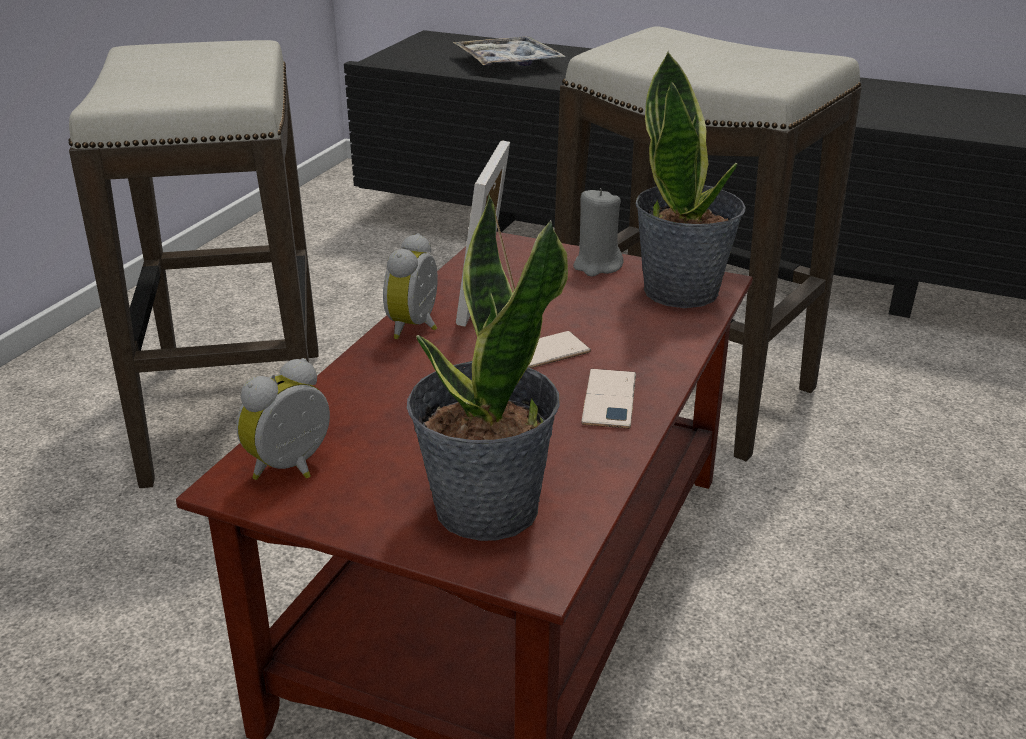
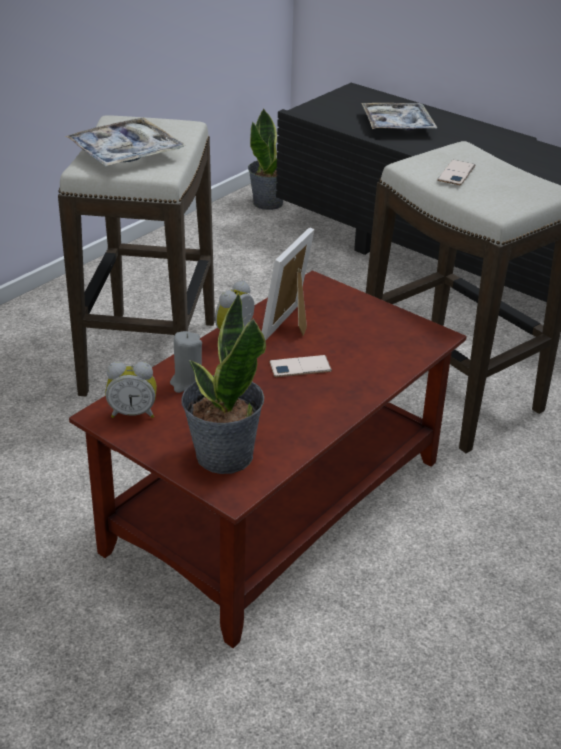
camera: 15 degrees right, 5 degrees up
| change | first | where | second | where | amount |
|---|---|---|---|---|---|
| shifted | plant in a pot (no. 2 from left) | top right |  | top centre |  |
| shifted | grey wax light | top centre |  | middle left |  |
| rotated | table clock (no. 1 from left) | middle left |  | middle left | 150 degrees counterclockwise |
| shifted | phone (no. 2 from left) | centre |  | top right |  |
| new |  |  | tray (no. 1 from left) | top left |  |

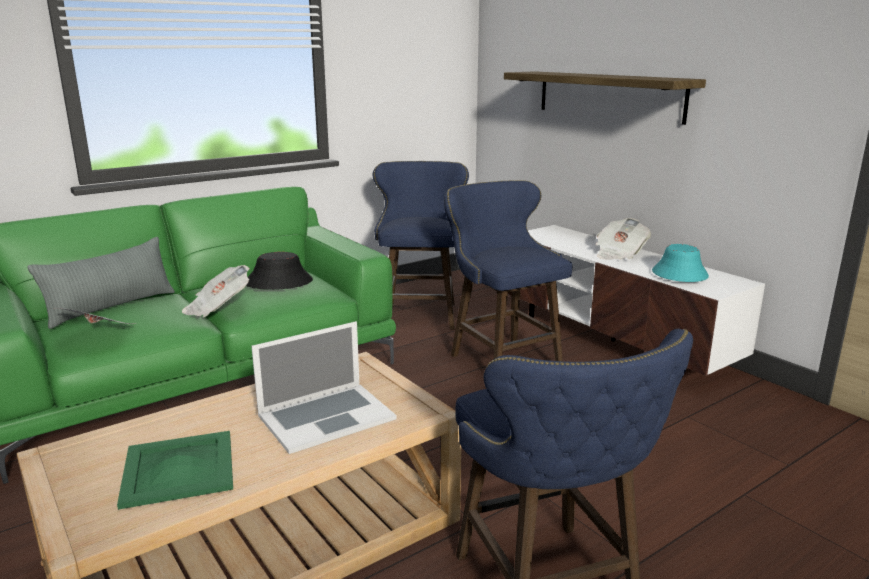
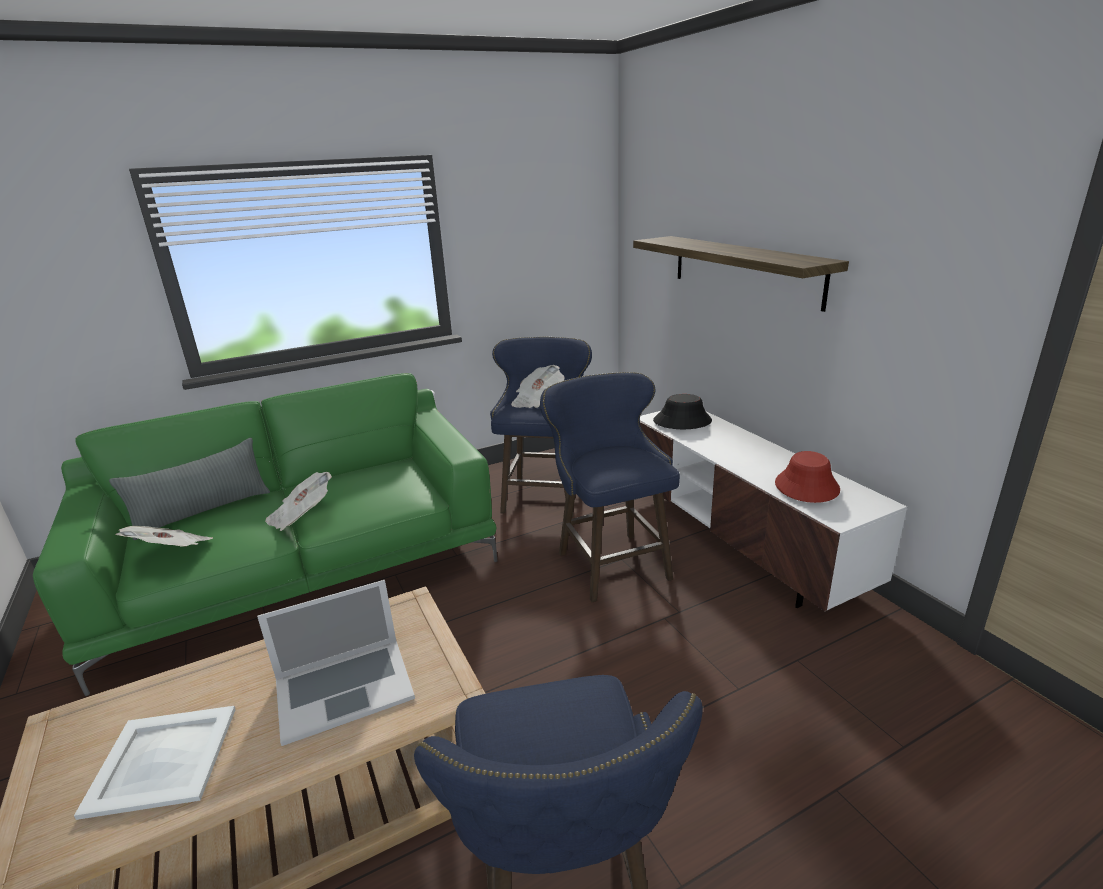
camera: 10 degrees right, 5 degrees up
| change | first | where | second | where | amount |
|---|---|---|---|---|---|
| shifted | printed paper (no. 3 from left) | middle right |  | centre |  |
| repainted | turquoise wearable hat | middle right | reddish wearable hat | middle right |  |
| shifted | blackish wearable hat | middle left |  | centre |  |
| repainted | greenish tray | bottom left | white tray | bottom left |  |

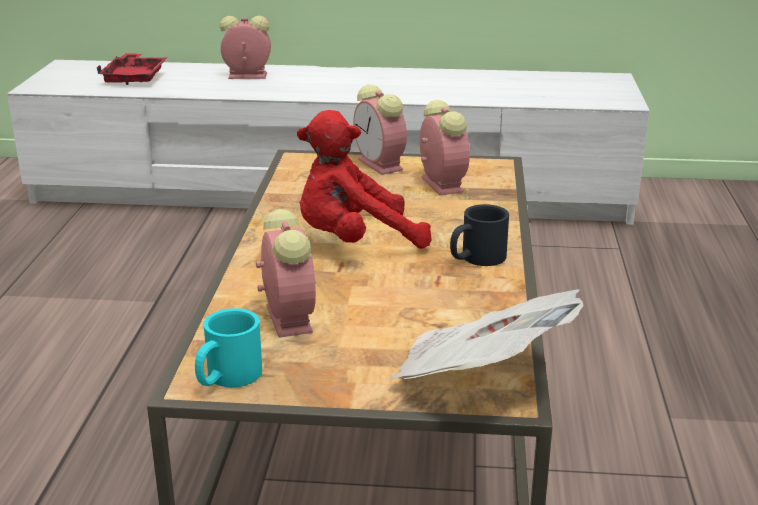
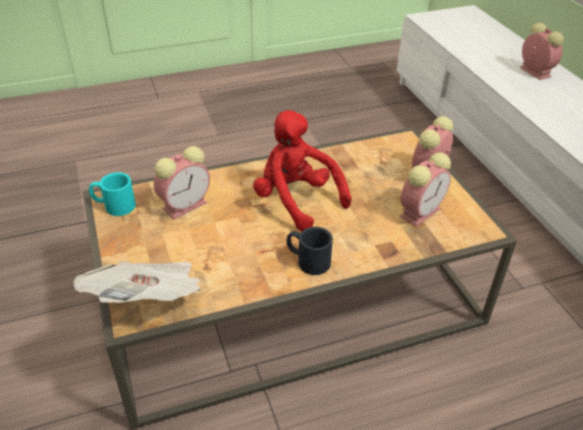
camera: 65 degrees right, 15 degrees up
| change | first | where | second | where | amount |
|---|---|---|---|---|---|
| gone | reddish tray | top left |  |  |  |

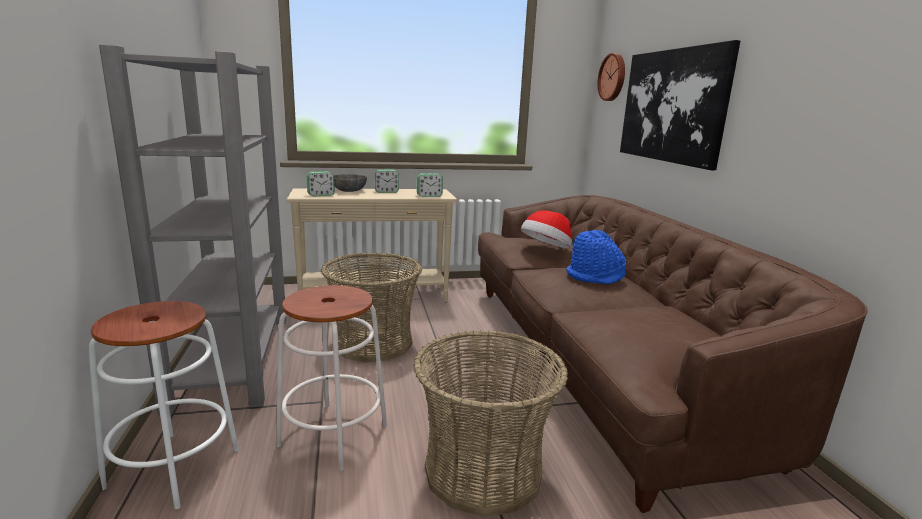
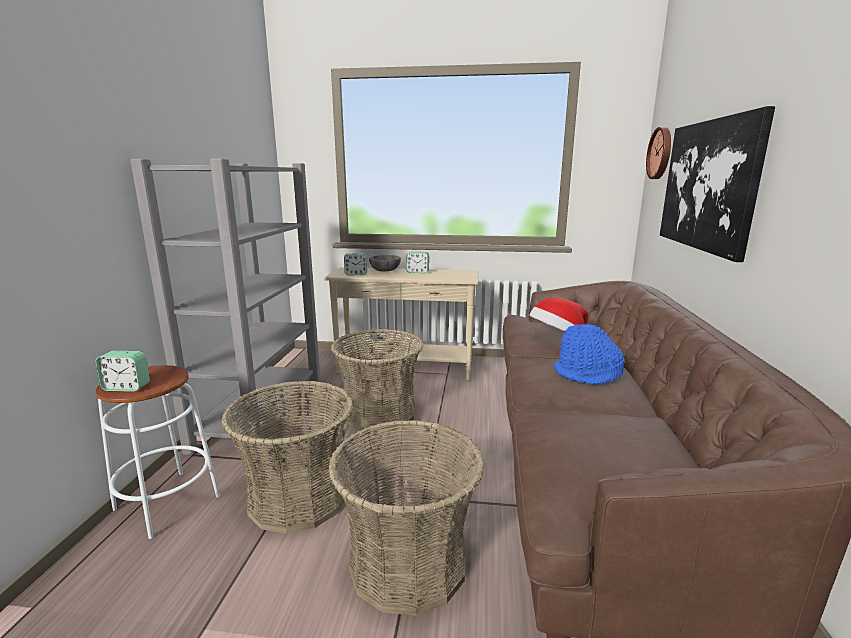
camera: 20 degrees right, 0 degrees up
| change | first | where | second | where | amount |
|---|---|---|---|---|---|
| shifted | table clock (no. 3 from left in the first image) | centre | table clock (no. 1 from left) | middle left |  |
| swapped | white sitting stool (no. 2 from left) | bottom centre | storage basket (no. 1 from left) | bottom centre |  |

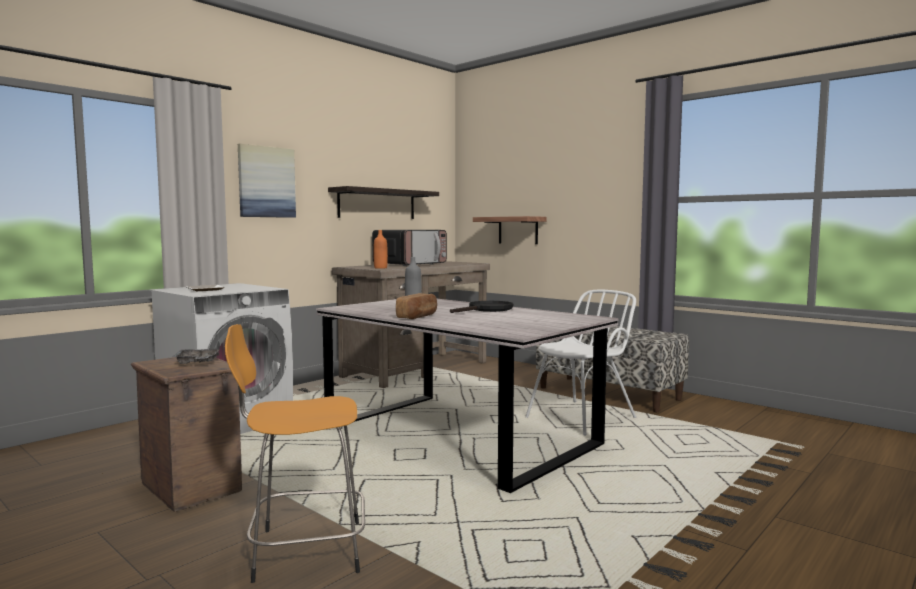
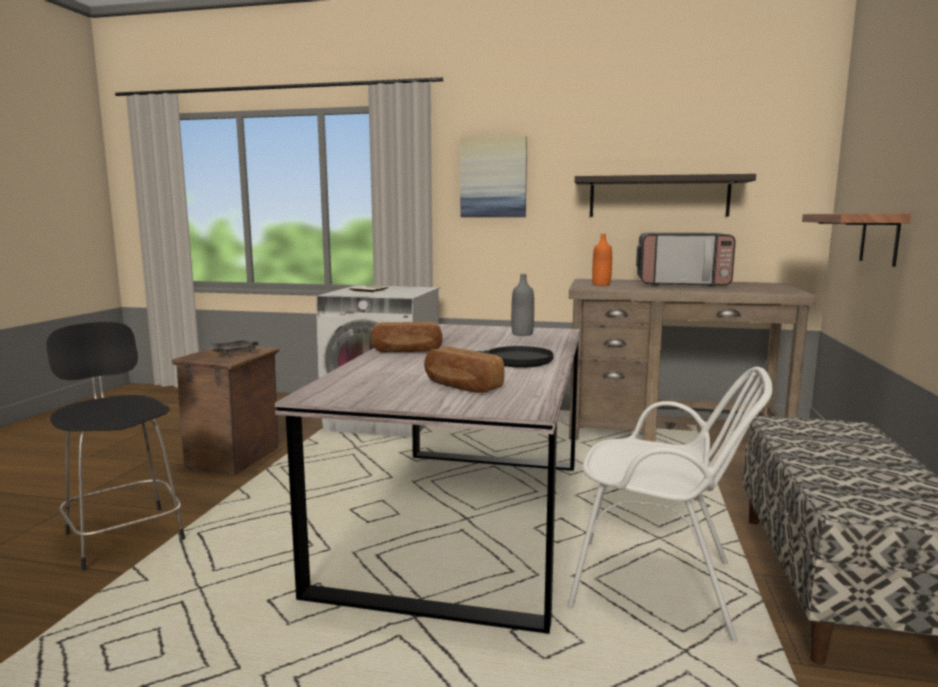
camera: 60 degrees right, 5 degrees up
| change | first | where | second | where | amount |
|---|---|---|---|---|---|
| repainted | orange sitting stool | bottom left | blackish sitting stool | middle left |  |
| new |  |  | baked bread (no. 2 from left) | centre |  |

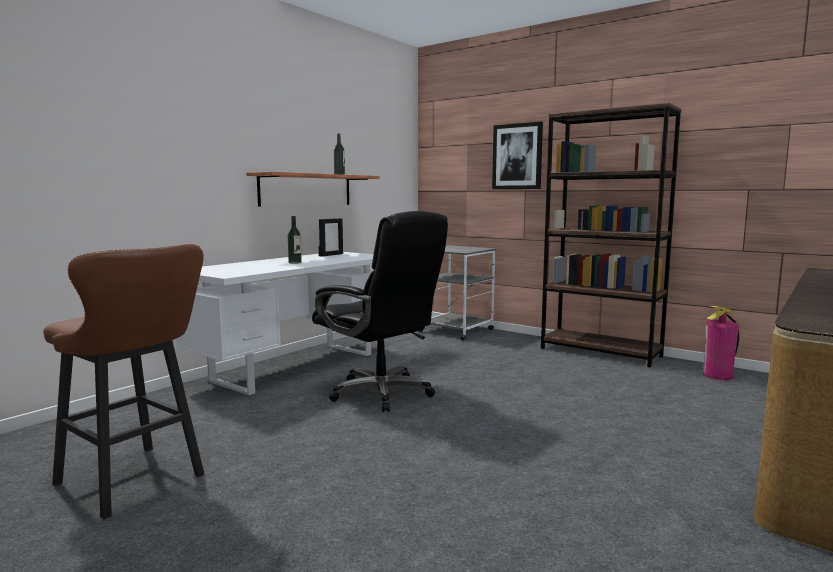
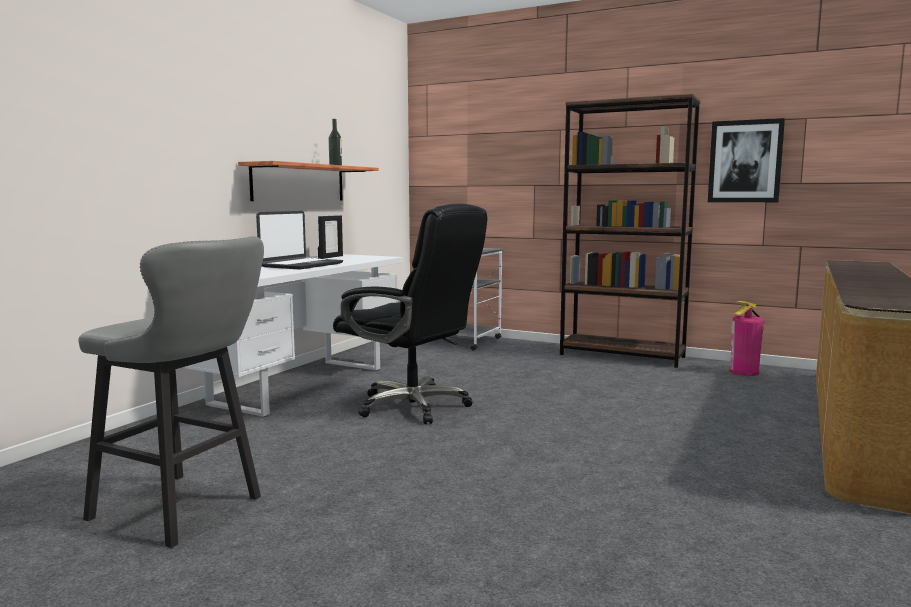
camera: 10 degrees left, 0 degrees up
| change | first | where | second | where | amount |
|---|---|---|---|---|---|
| shifted | wall art | top centre |  | top right |  |
| swapped | beverage bottle (no. 1 from left) | centre | portable computer | middle left |  |
| repainted | brownish sitting stool | middle left | grey sitting stool | middle left |  |

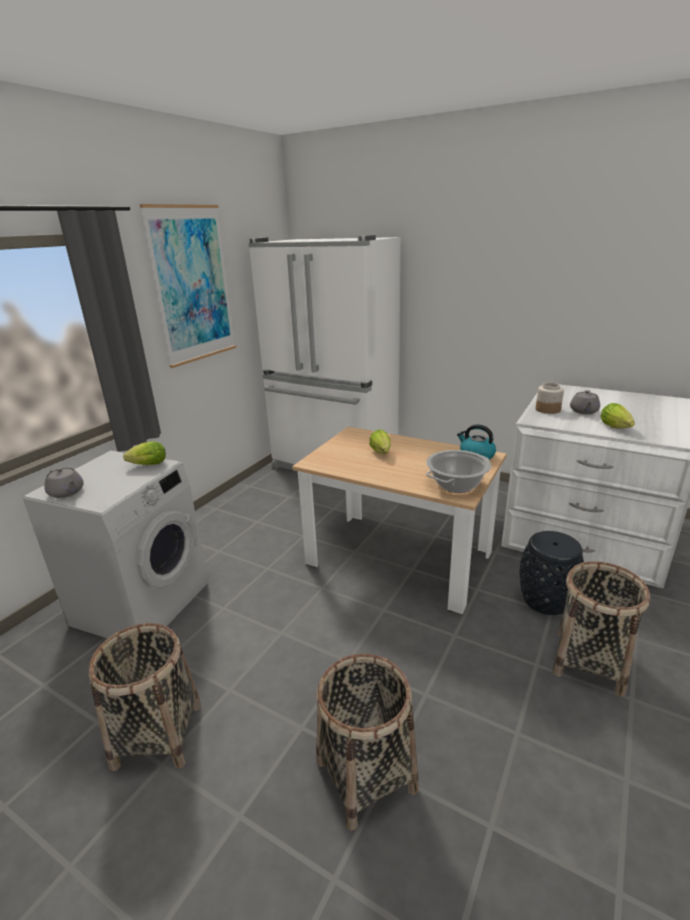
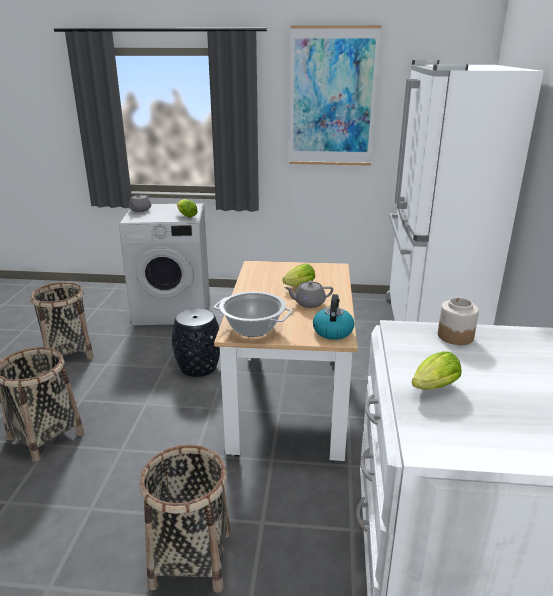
camera: 65 degrees right, 0 degrees up
| change | first | where | second | where | amount |
|---|---|---|---|---|---|
| shifted | grey pot for tea (no. 2 from left) | middle right |  | centre |  |
| shifted | blackish sitting stool | middle right |  | centre |  |

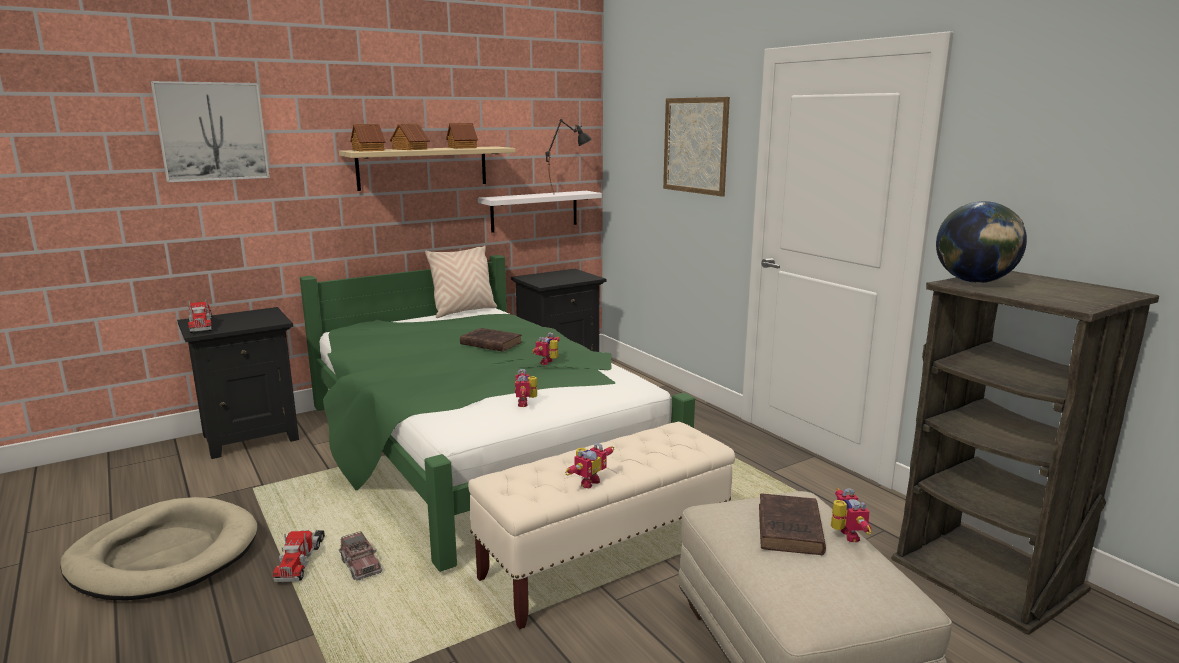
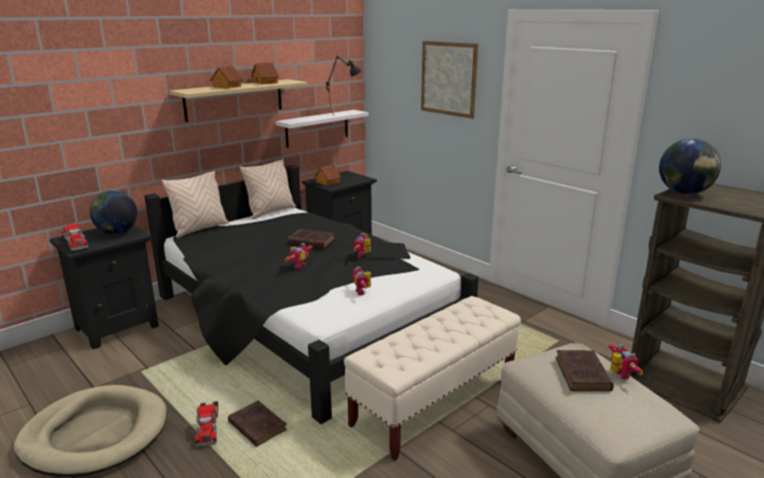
camera: 10 degrees left, 5 degrees up
| change | first | where | second | where | amount |
|---|---|---|---|---|---|
| gone | wall art (no. 1 from left) | top left |  |  |  |
| shifted | toy house (no. 1 from left in the first image) | top left | toy house (no. 3 from left) | centre |  |
| repainted | greenish bedroom bed | centre | blackish bedroom bed | centre |  |
| shifted | model robot (no. 3 from left in the first image) | bottom centre | model robot (no. 1 from left) | centre |  |
| swapped | toy lorry (no. 3 from left) | bottom left | brownish bound book (no. 1 from left) | bottom centre |  |
| new |  |  | sand-coloured cushion (no. 1 from left) | middle left |  |
| new |  |  | globe (no. 1 from left) | middle left |  |

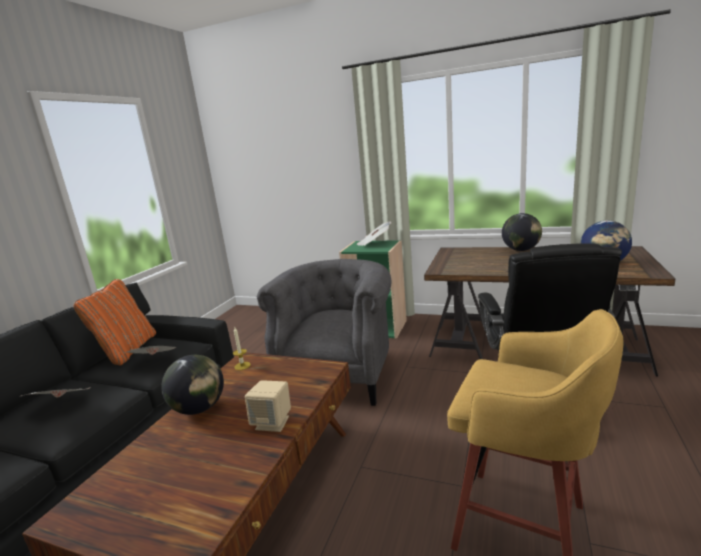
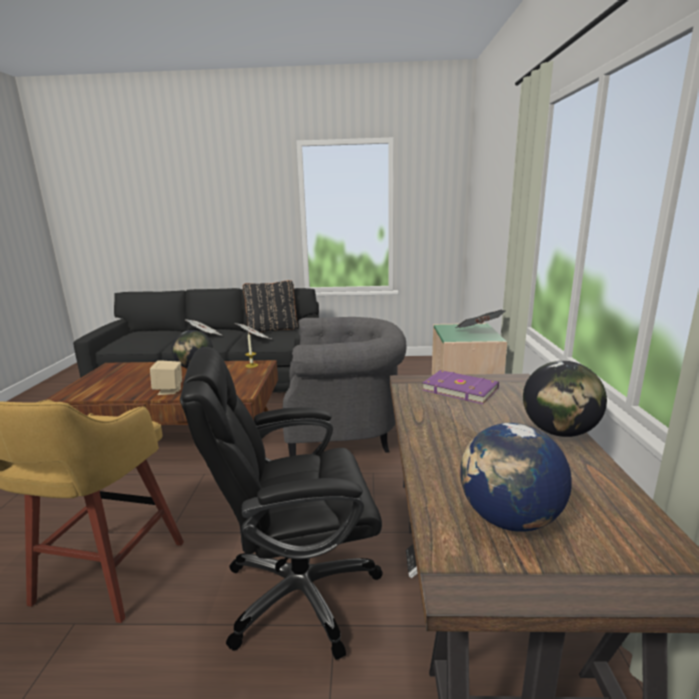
camera: 70 degrees right, 0 degrees up
| change | first | where | second | where | amount |
|---|---|---|---|---|---|
| repainted | orange cushion | middle left | blackish cushion | centre |  |
| new |  |  | purple bound book | centre |  |

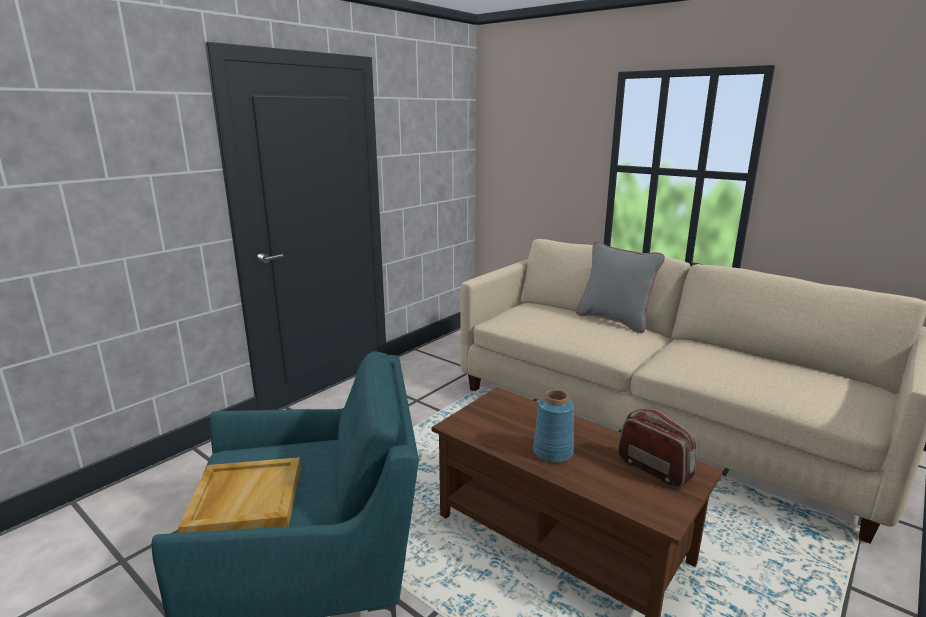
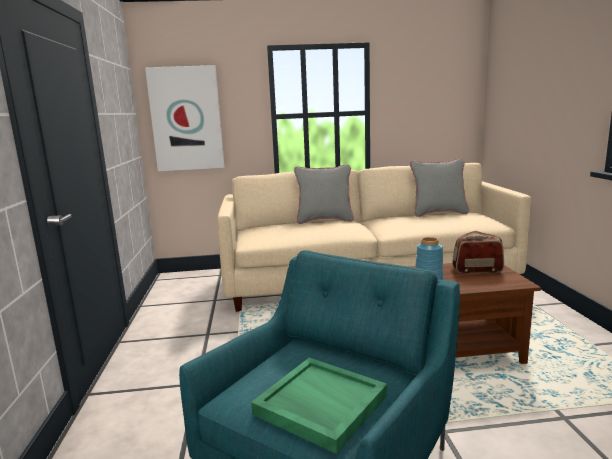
camera: 45 degrees left, 5 degrees down
| change | first | where | second | where | amount |
|---|---|---|---|---|---|
| repainted | sand-coloured tray | bottom left | greenish tray | bottom centre |  |
| new |  |  | wall art | top left |  |
| new |  |  | grey cushion (no. 2 from left) | middle right |  |

